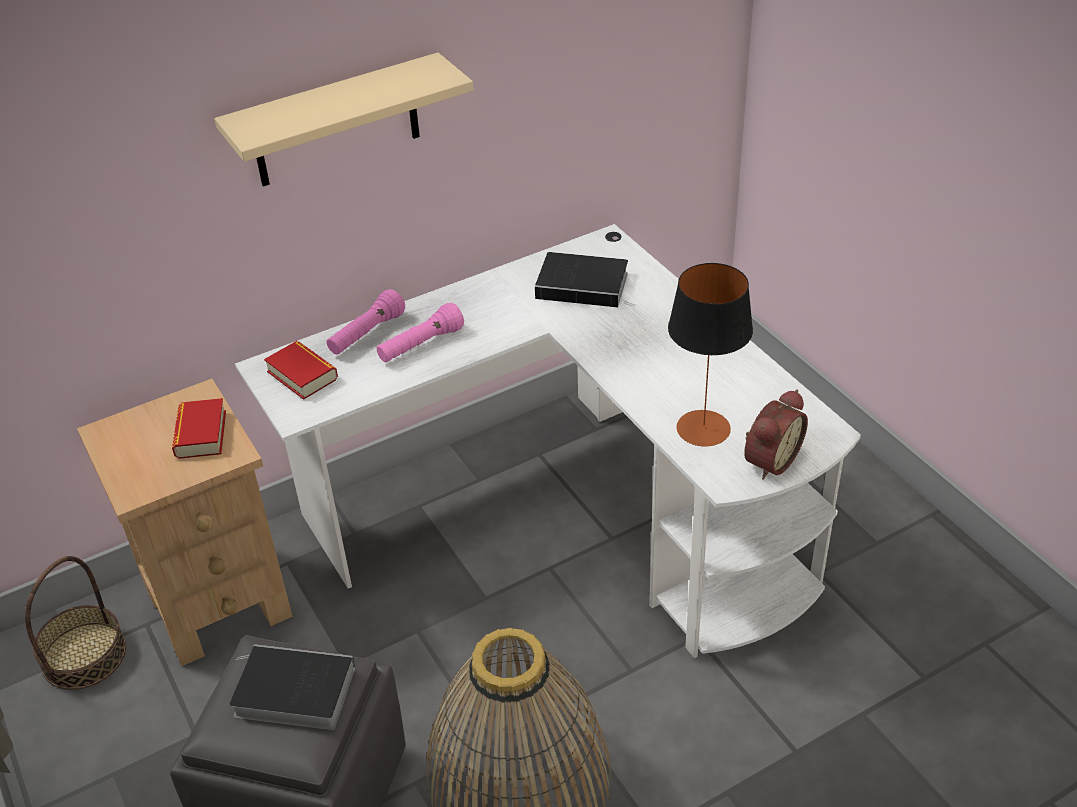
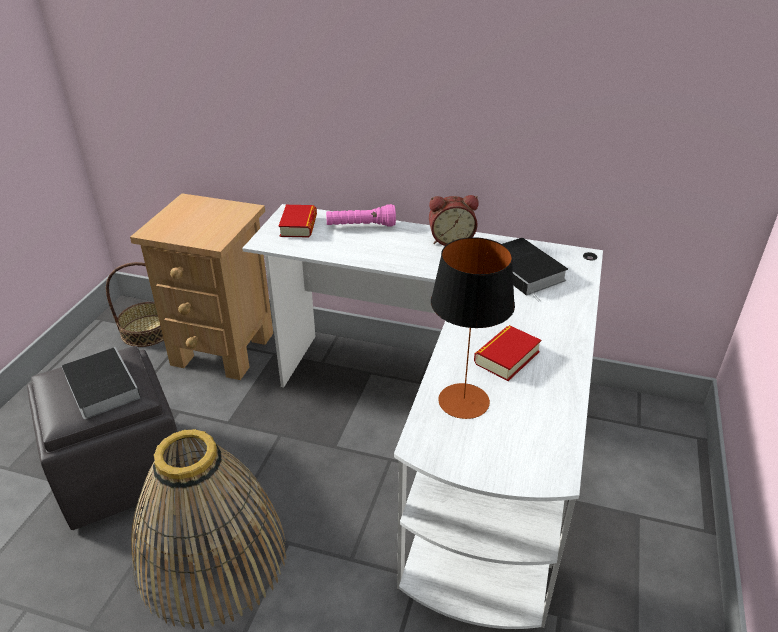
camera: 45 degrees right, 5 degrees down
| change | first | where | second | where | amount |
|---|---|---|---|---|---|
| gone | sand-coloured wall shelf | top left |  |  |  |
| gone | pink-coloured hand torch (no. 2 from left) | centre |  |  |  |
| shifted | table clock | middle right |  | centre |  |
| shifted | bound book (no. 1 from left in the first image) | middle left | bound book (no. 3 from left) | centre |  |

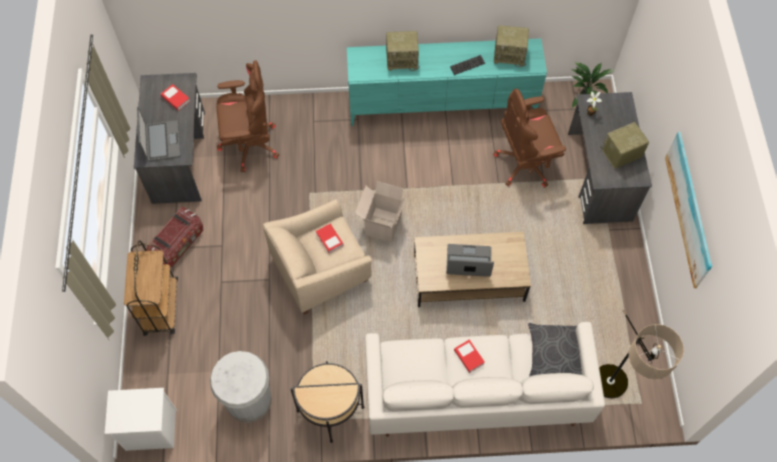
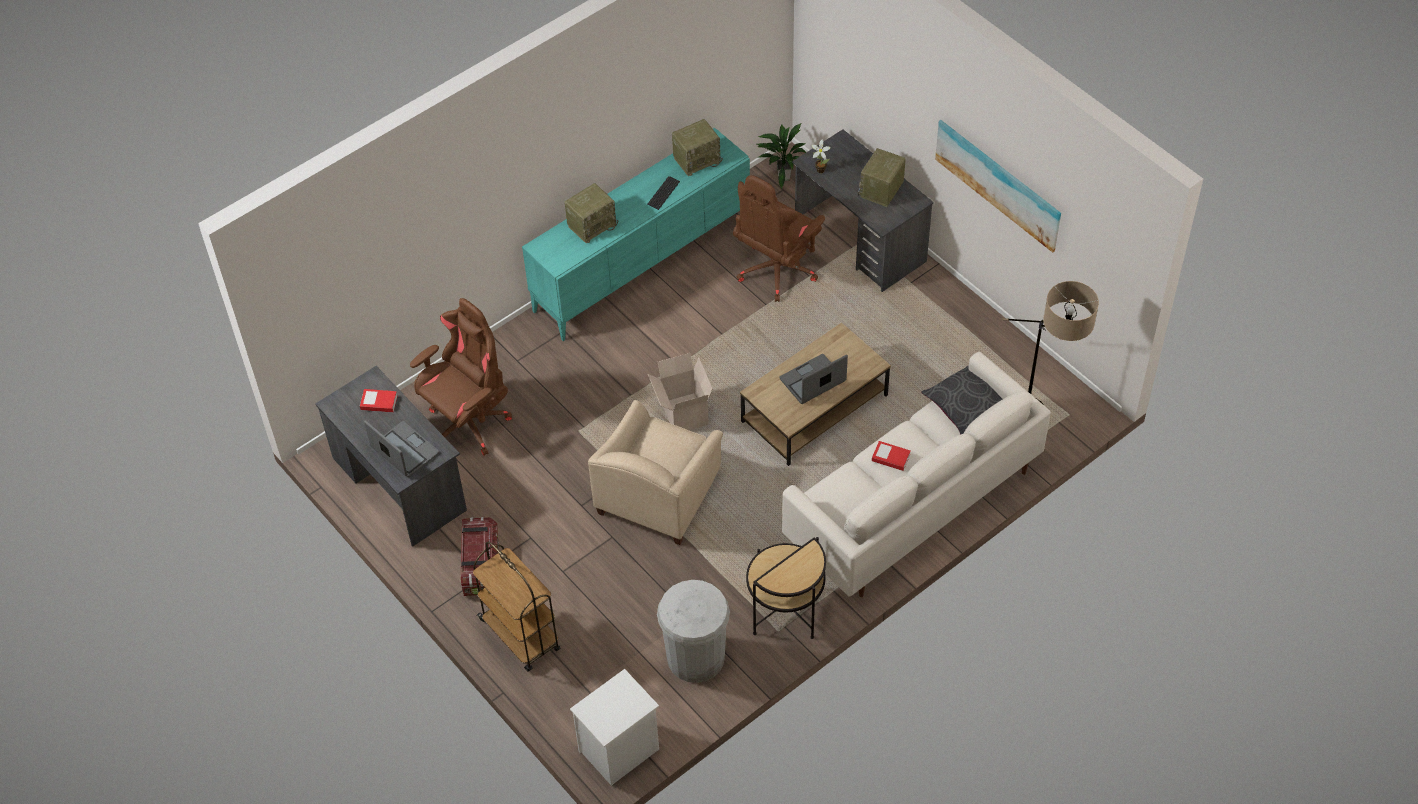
camera: 35 degrees left, 10 degrees down
| change | first | where | second | where | amount |
|---|---|---|---|---|---|
| gone | bound book (no. 2 from left) | centre |  |  |  |

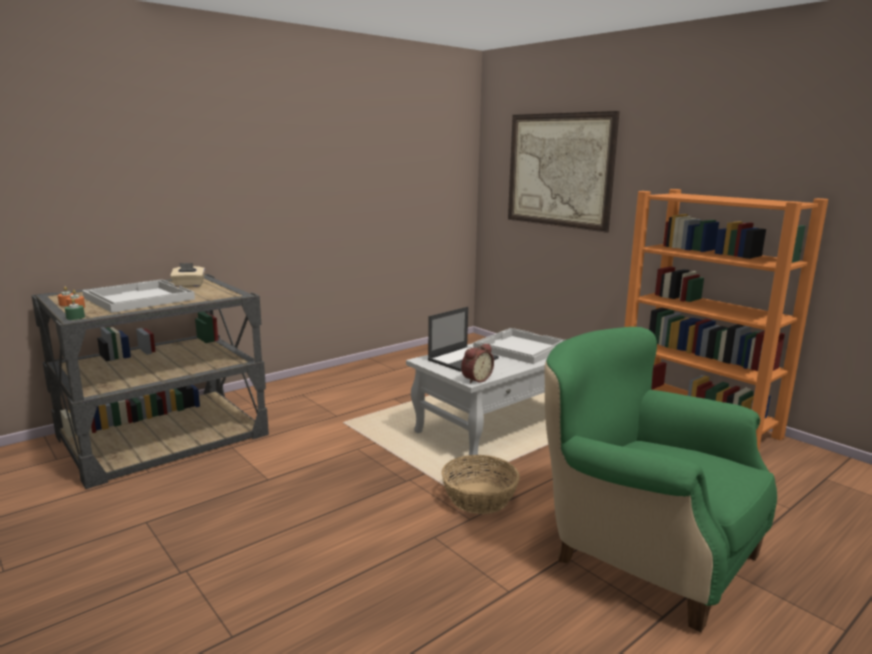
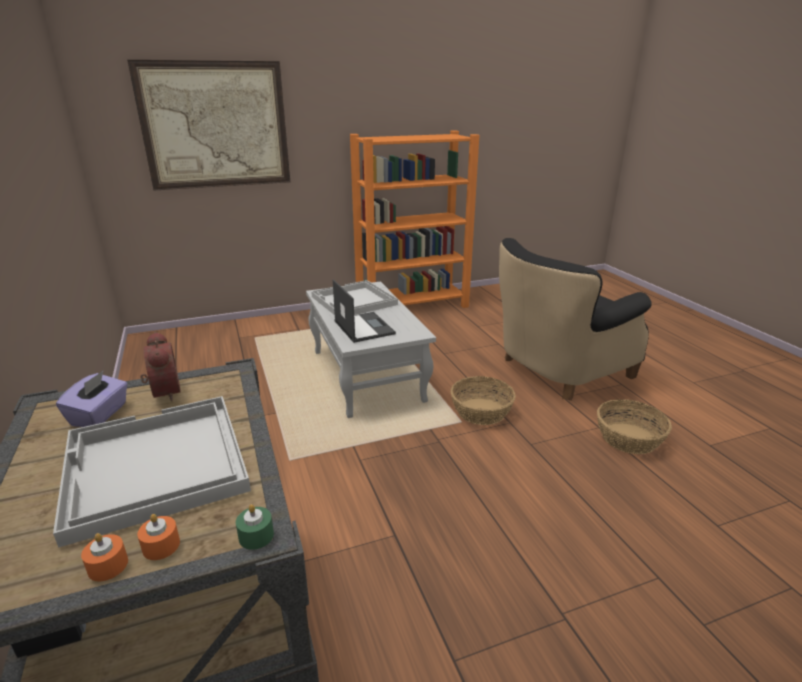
camera: 70 degrees left, 10 degrees up
| change | first | where | second | where | amount |
|---|---|---|---|---|---|
| repainted | sand-coloured tissue box | middle left | purple tissue box | middle left |  |
| repainted | greenish armchair | bottom right | blackish armchair | middle right |  |
| shifted | table clock | centre |  | middle left |  |
| new |  |  | storage basket (no. 2 from left) | middle right |  |

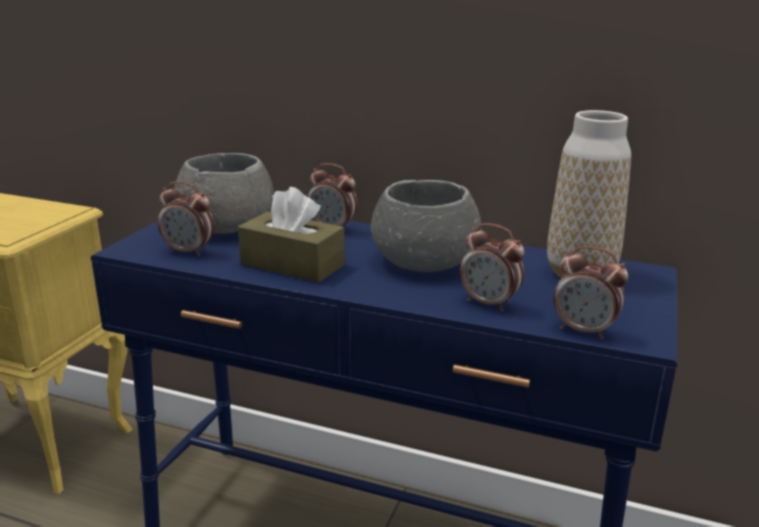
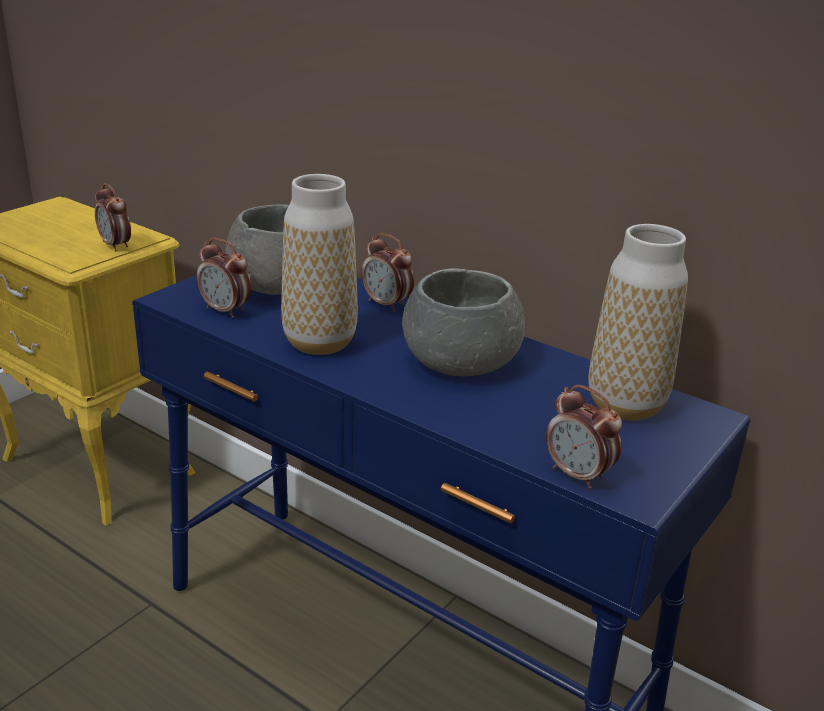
camera: 15 degrees right, 5 degrees up
| change | first | where | second | where | amount |
|---|---|---|---|---|---|
| swapped | brownish tissue box | centre | vase (no. 1 from left) | centre |  |
| shifted | table clock (no. 3 from left in the first image) | centre | table clock (no. 1 from left) | top left |  |

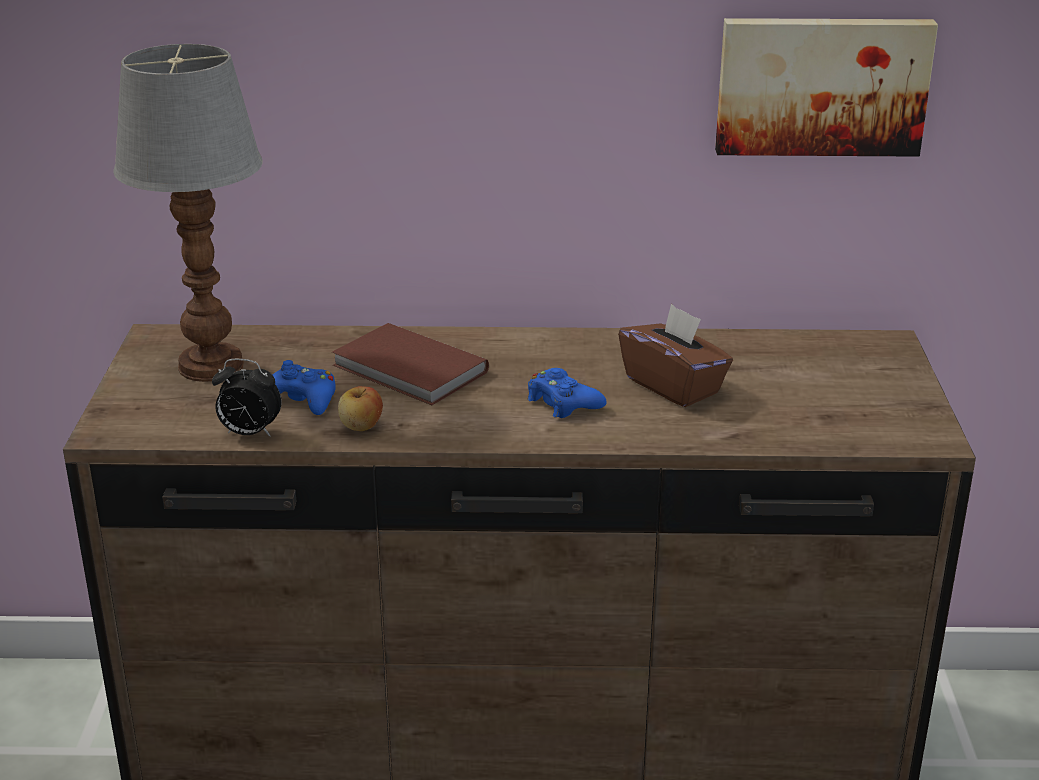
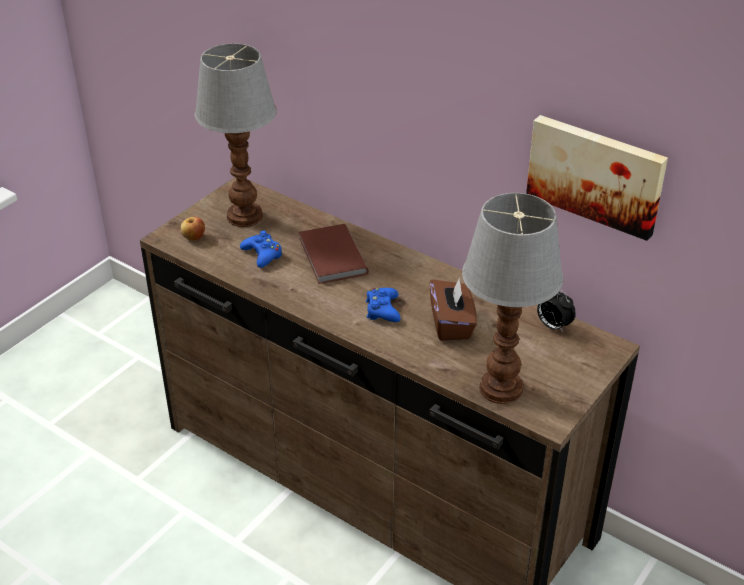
camera: 35 degrees right, 10 degrees up
| change | first | where | second | where | amount |
|---|---|---|---|---|---|
| shifted | table clock | middle left |  | middle right |  |
| shifted | apple fruit | centre |  | middle left |  |
| new |  |  | lamp for a table (no. 2 from left) | middle right |  |

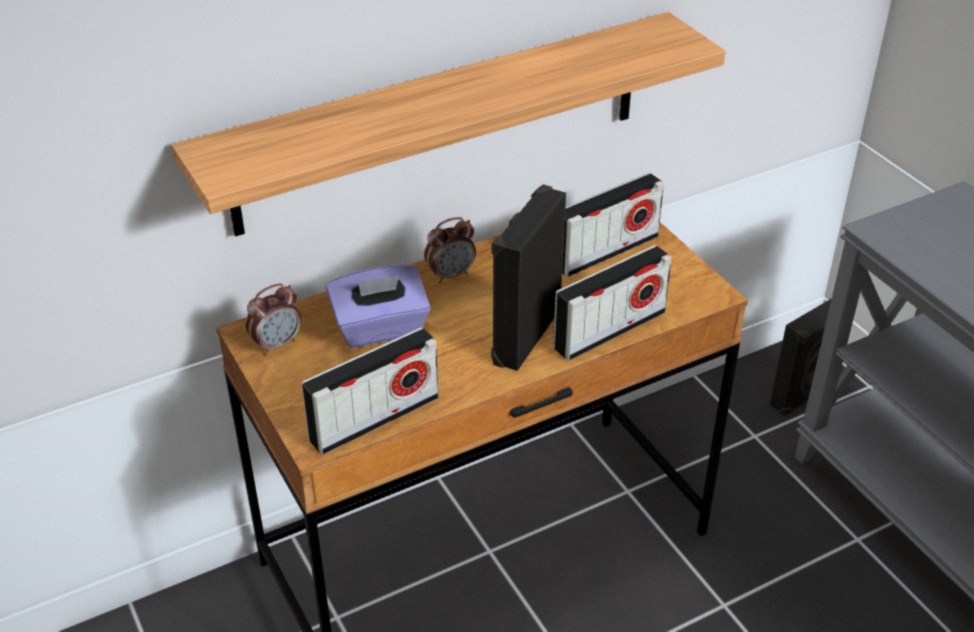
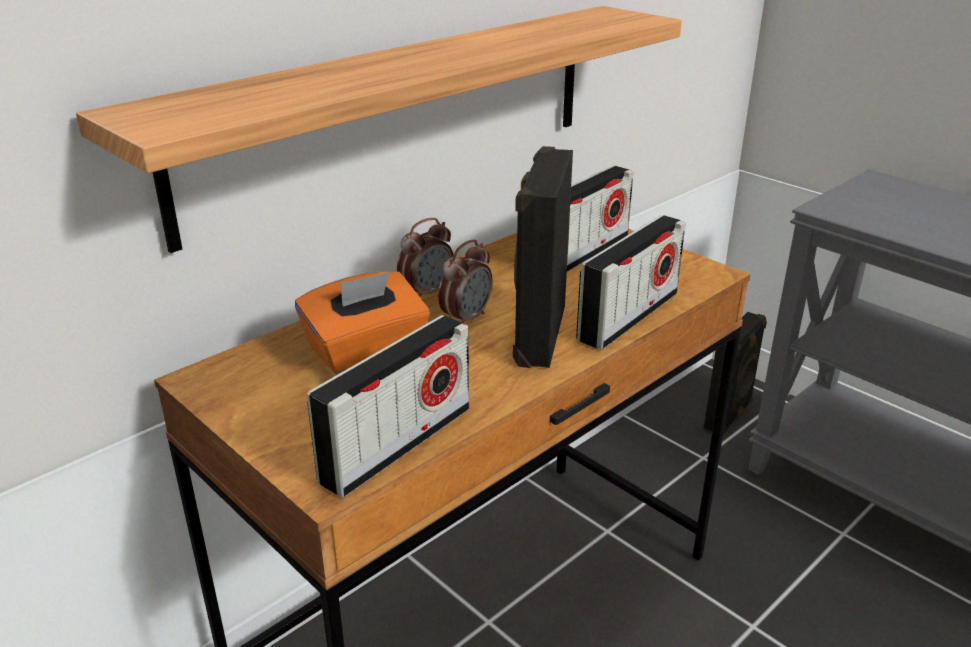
camera: 15 degrees left, 10 degrees down
| change | first | where | second | where | amount |
|---|---|---|---|---|---|
| repainted | purple tissue box | centre | orange tissue box | centre |  |
| shifted | table clock (no. 1 from left in the first image) | middle left | table clock (no. 2 from left) | centre |  |

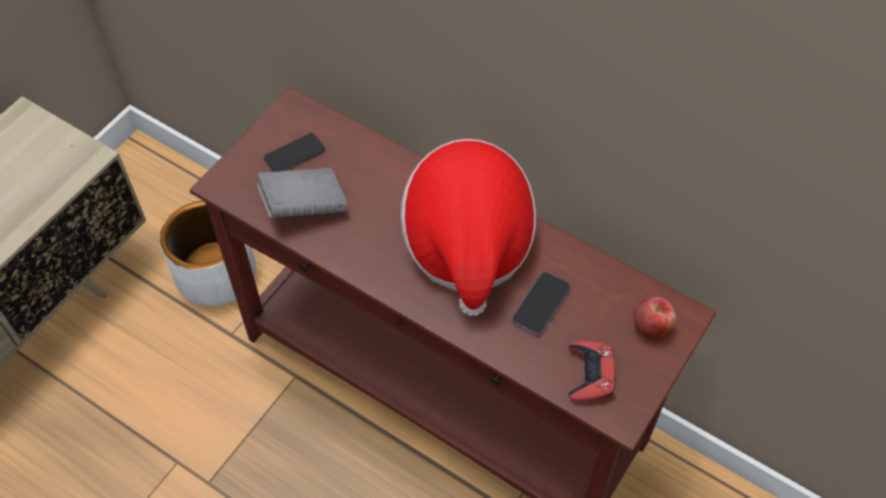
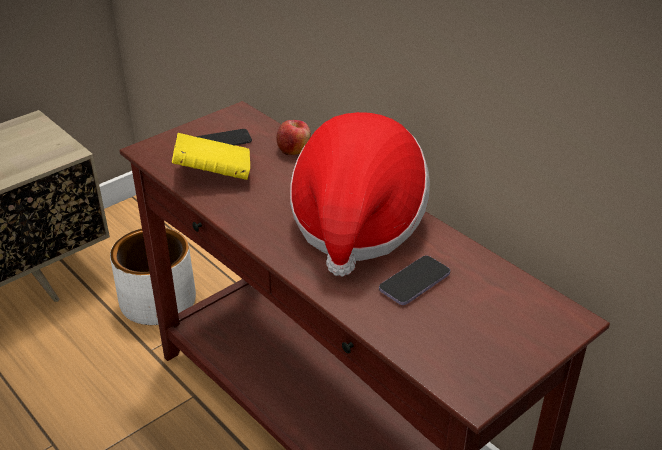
camera: 15 degrees right, 20 degrees down
| change | first | where | second | where | amount |
|---|---|---|---|---|---|
| repainted | grey bound book | centre | yellowish bound book | middle left |  |
| shifted | apple fruit | middle right |  | top centre |  |
| gone | reddish gamepad | bottom right |  |  |  |

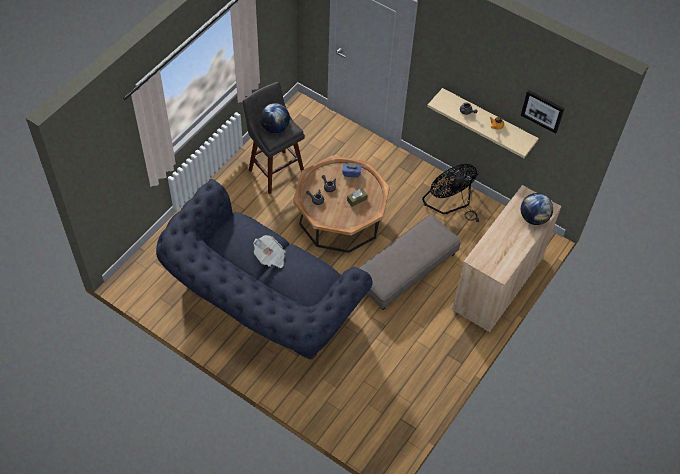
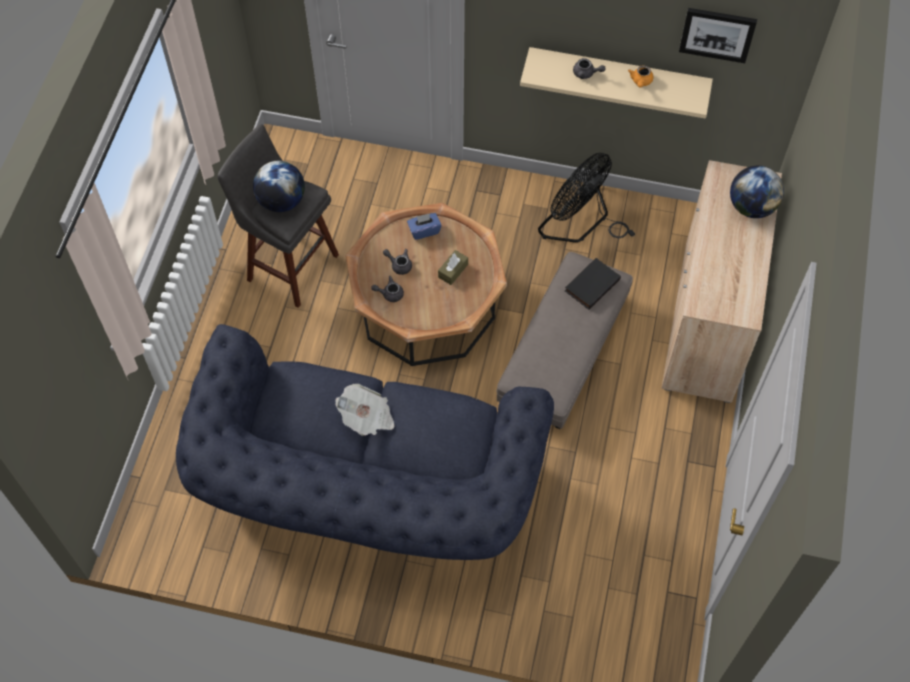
camera: 20 degrees left, 5 degrees up
| change | first | where | second | where | amount |
|---|---|---|---|---|---|
| new |  |  | blackish bound book | centre |  |

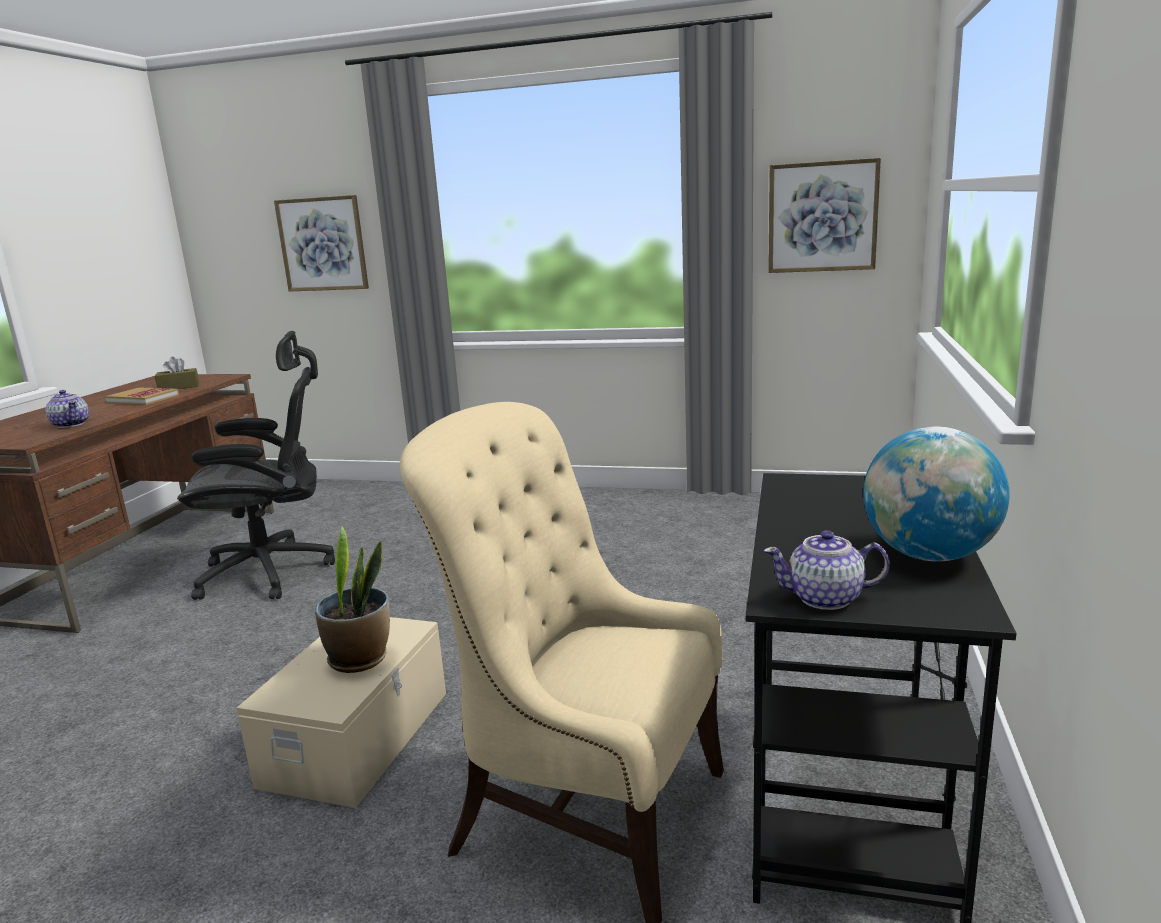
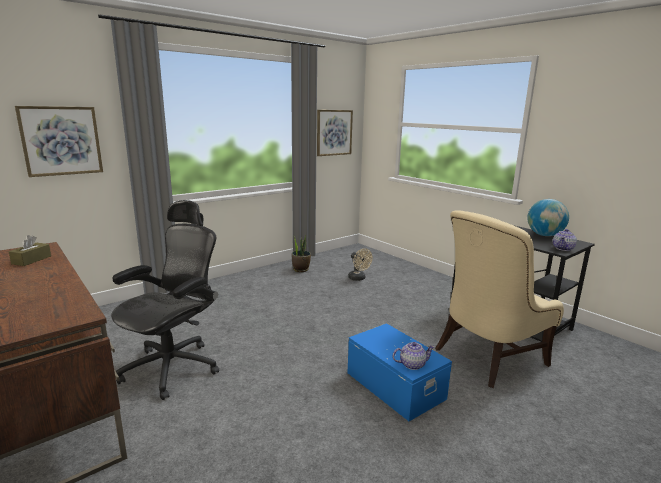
camera: 55 degrees left, 0 degrees up
| change | first | where | second | where | amount |
|---|---|---|---|---|---|
| gone | bound book | middle left |  |  |  |
| shifted | pot for tea (no. 1 from left) | middle left |  | bottom centre |  |
| shifted | plant in a pot | middle left |  | centre |  |
| repainted | sand-coloured storage box | bottom left | blue storage box | bottom centre |  |
| new |  |  | sand-coloured fan | centre |  |

